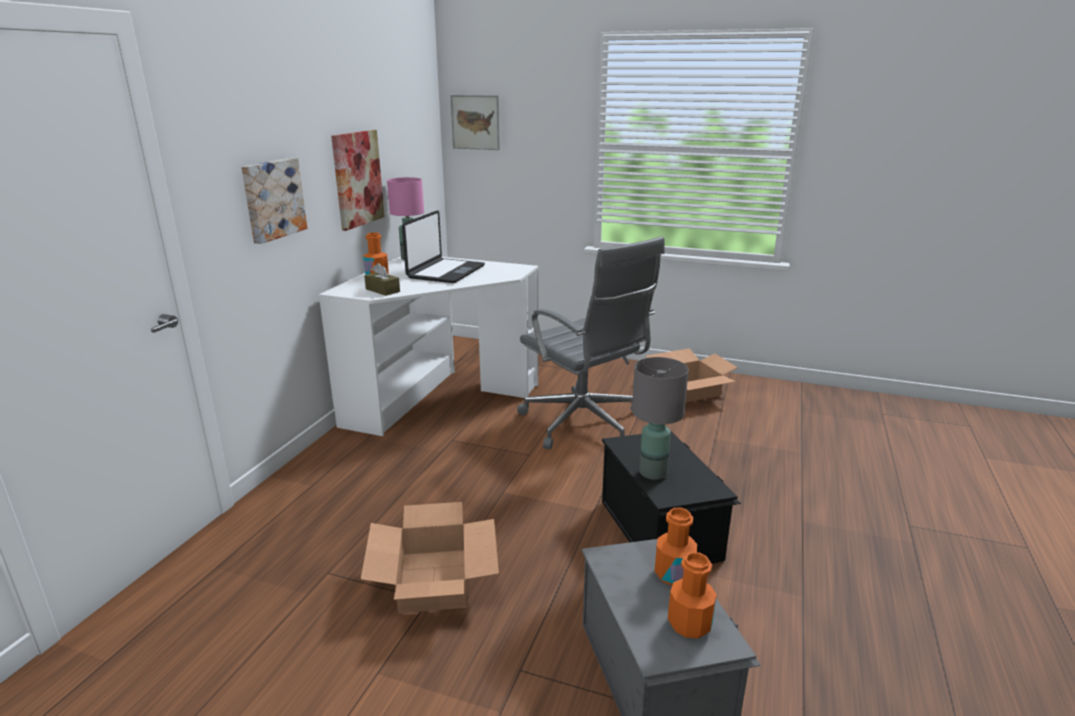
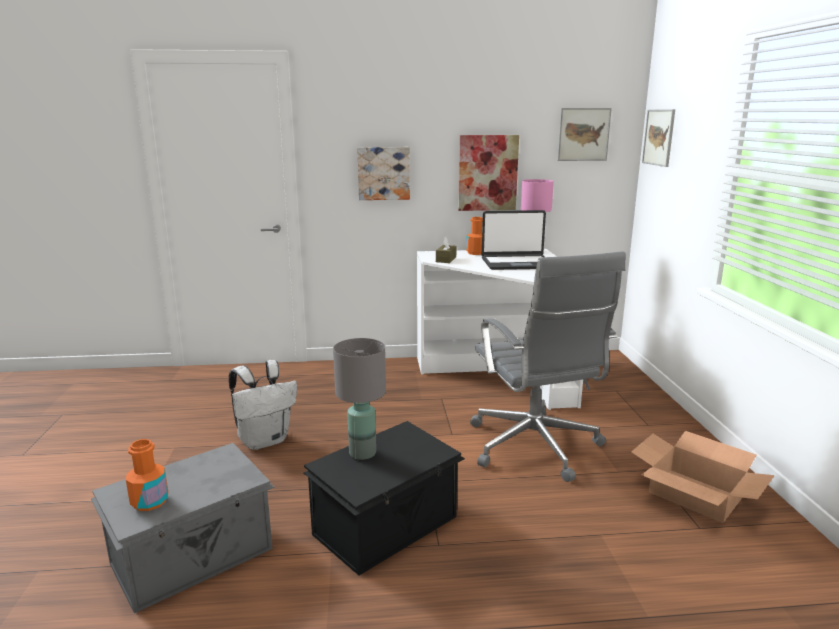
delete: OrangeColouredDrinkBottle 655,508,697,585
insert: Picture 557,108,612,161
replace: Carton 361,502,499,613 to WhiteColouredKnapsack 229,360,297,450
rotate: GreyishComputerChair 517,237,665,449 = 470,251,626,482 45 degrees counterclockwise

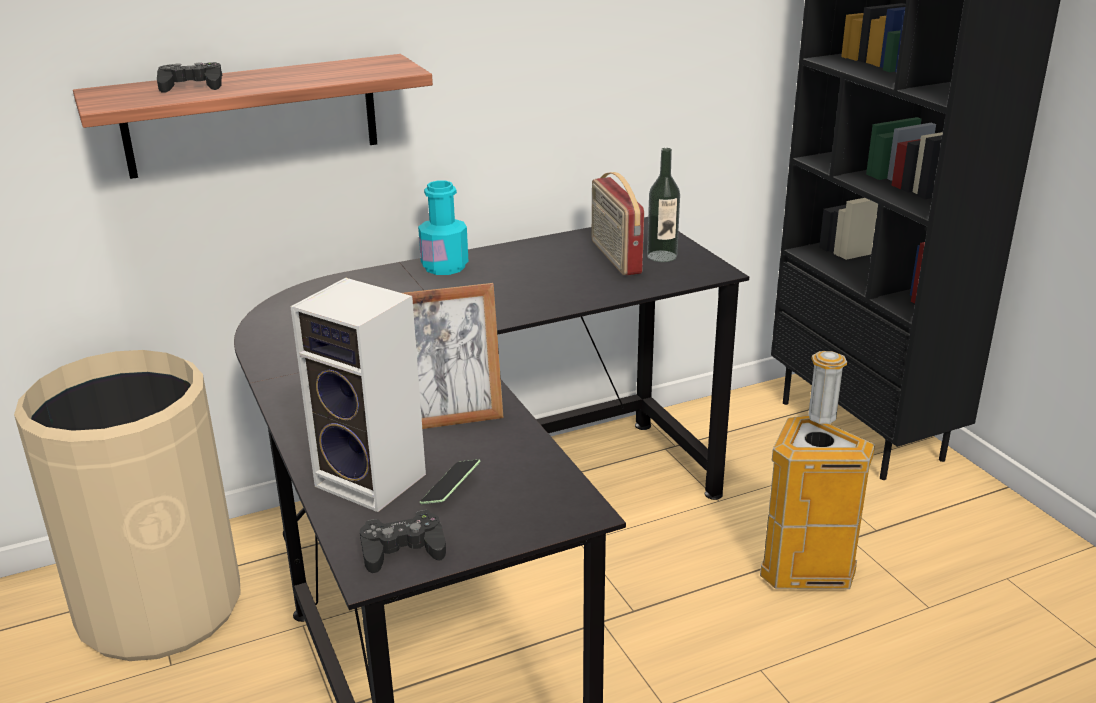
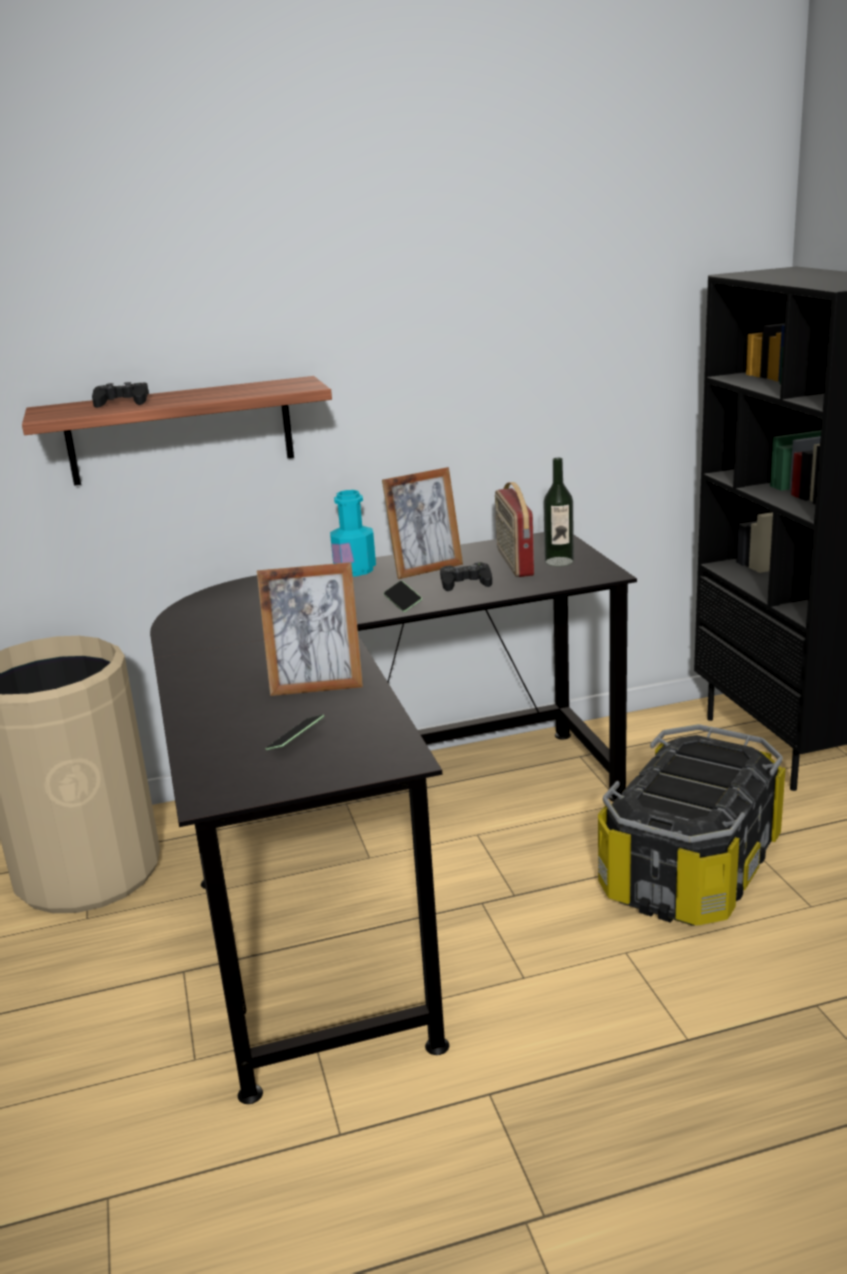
delete: AudioSpeaker 290,278,426,512
insert: PhotoFrame 382,467,463,579; Phone 383,581,422,612
move: BlackishGameController 360,510,446,573 to 440,562,492,591
replace: TrashCan 760,351,875,589 to StorageContainer 598,724,786,926

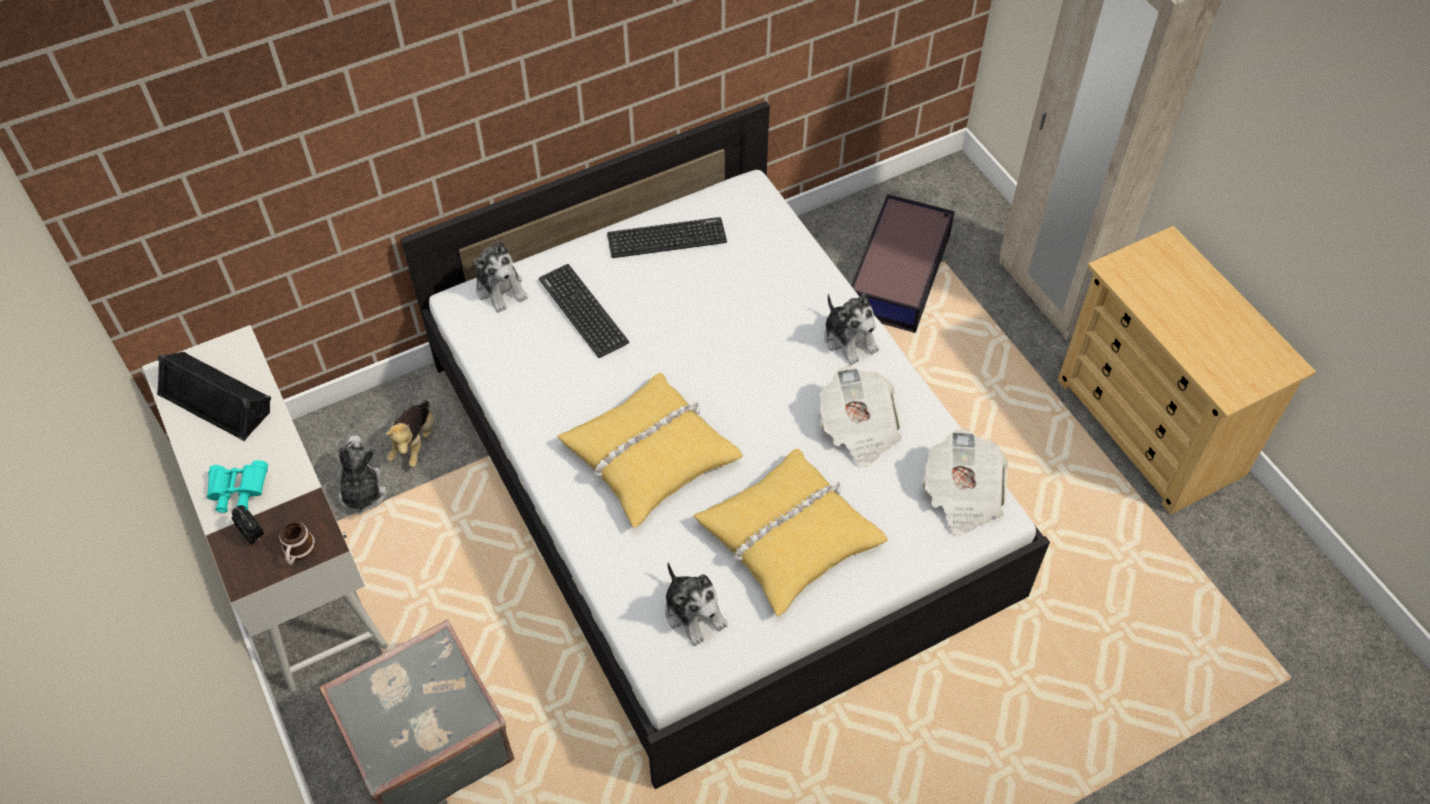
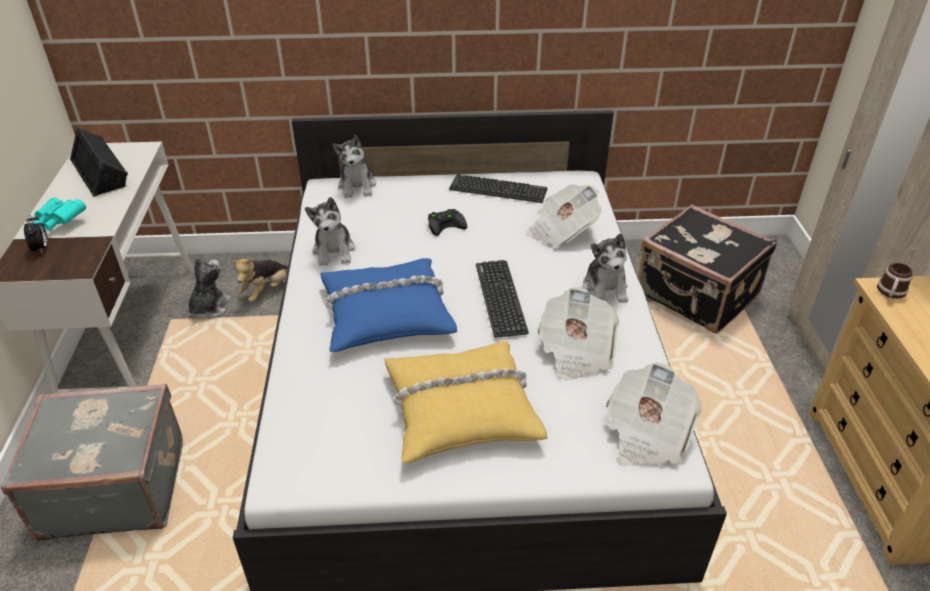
insert: BlackishGameController 428,209,467,236; Newspaper 527,184,601,247
move: Mug 279,521,316,565 to 877,263,913,299; PcKeyboard 539,264,629,358 to 476,260,529,338; SoftToy 665,562,728,646 to 305,197,355,266
replace: StorageContainer 851,194,955,333 to BlackishTravelCase 638,204,777,334
recolor: YellowishPillow 557,373,743,528 to BluishPillow 320,258,457,352

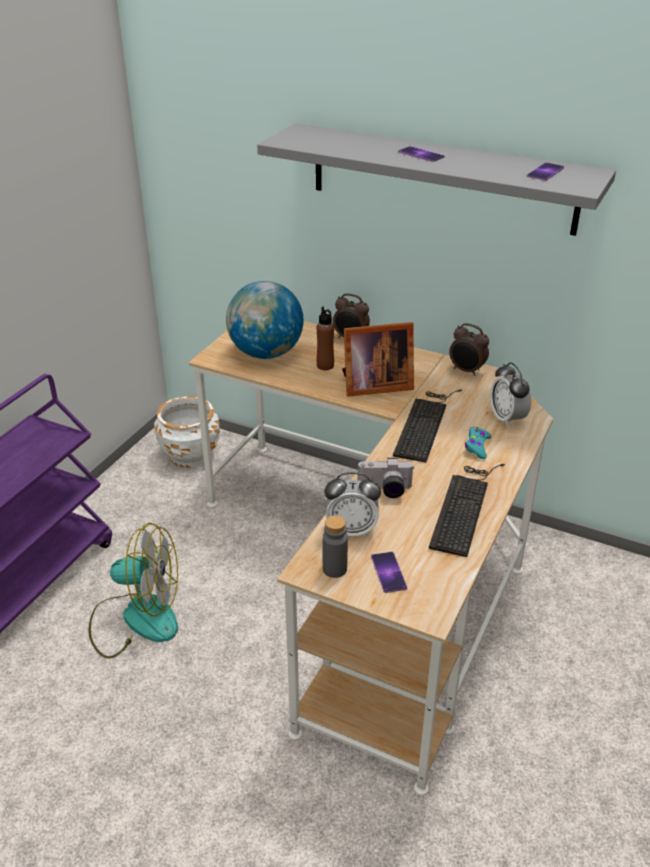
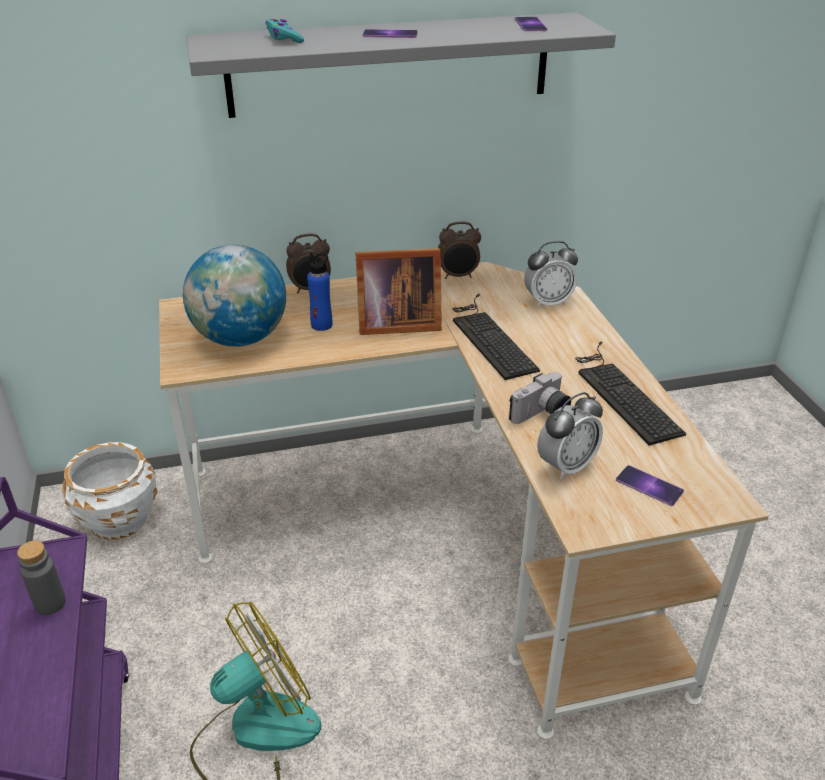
move: GreyishDrinkBottle 323,515,348,578 to 17,541,66,615; TurquoiseGameController 465,426,492,459 to 266,19,304,43
recolor: BrownColouredDrinkBottle 316,307,334,370 to BluishDrinkBottle 307,252,332,331
rotate: PhotoFrame 342,322,414,397 = 355,248,442,335 45 degrees clockwise; AlarmClock 490,362,531,427 = 524,241,578,308 45 degrees counterclockwise

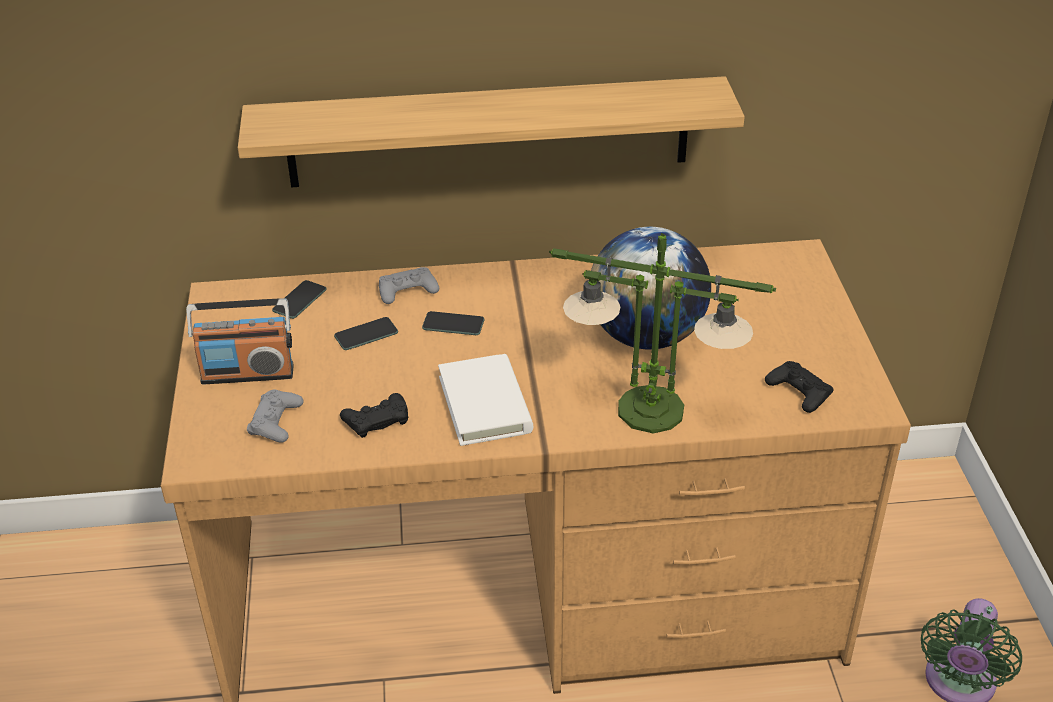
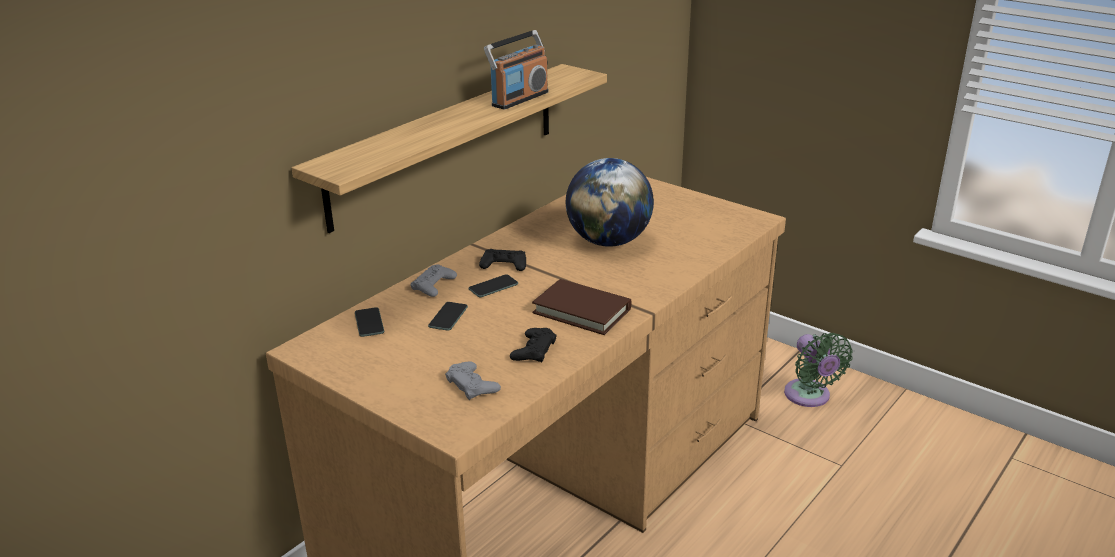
delete: TableLamp 549,233,776,434
move: Radio 186,298,293,384 to 484,30,548,110; BlackishGameController 765,361,834,413 to 479,249,526,271
recolor: WhiteColouredBook 438,354,533,446 to BrownColouredBook 532,279,631,335

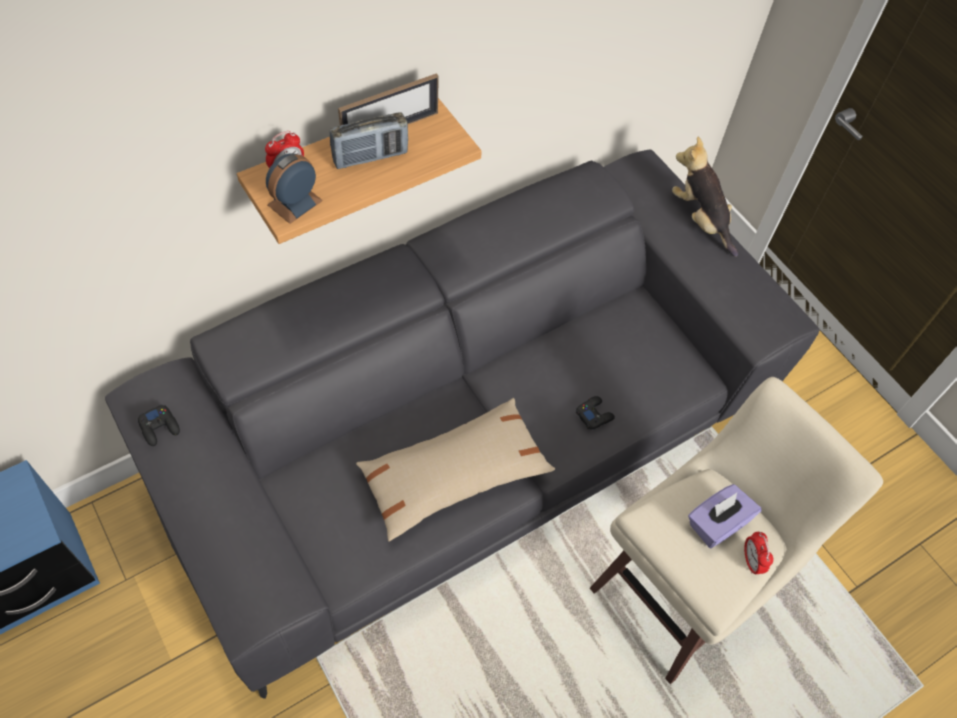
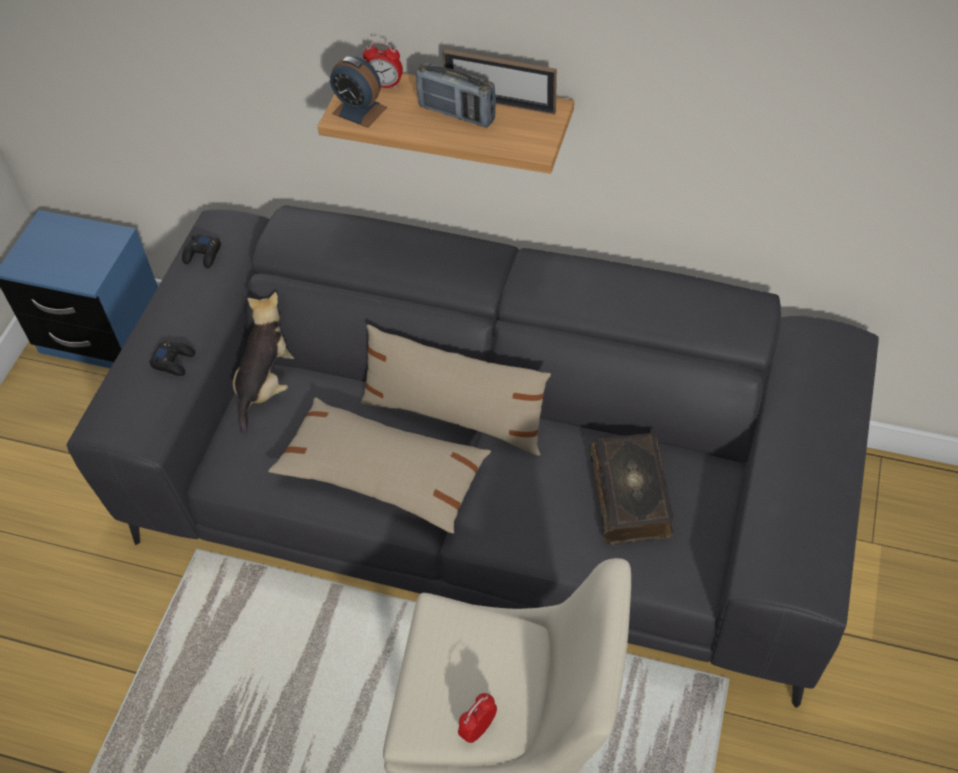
delete: PurpleBoxOfTissues 688,484,762,548
insert: BeigeColouredPillow 361,325,551,456; Book 589,433,673,545
move: BlackishGameController 576,396,615,429 to 149,341,195,376; SoftToy 672,136,738,257 to 233,292,294,436
rotate: AlarmClock 266,154,323,224 = 330,57,387,128 150 degrees counterclockwise

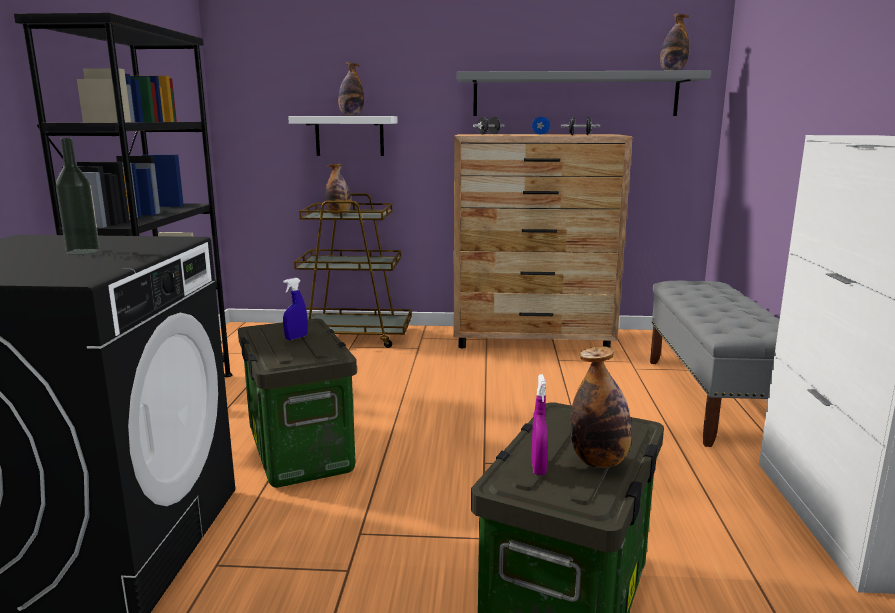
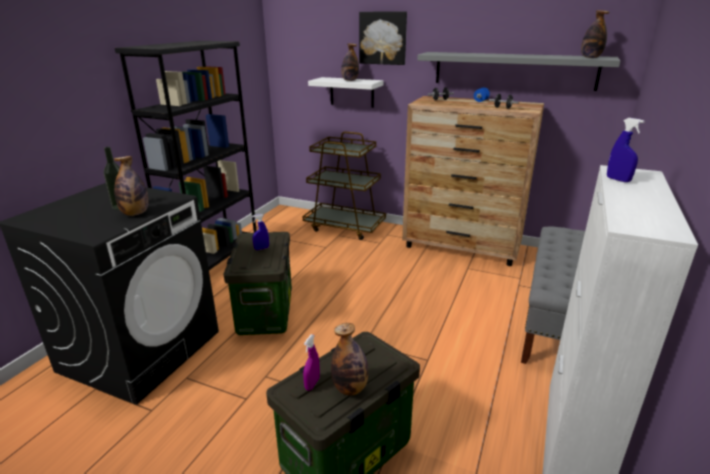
insert: Picture 359,11,407,65; BluishHandSprayer 607,118,645,182
move: DrinkBottle 325,163,351,215 to 114,156,149,216

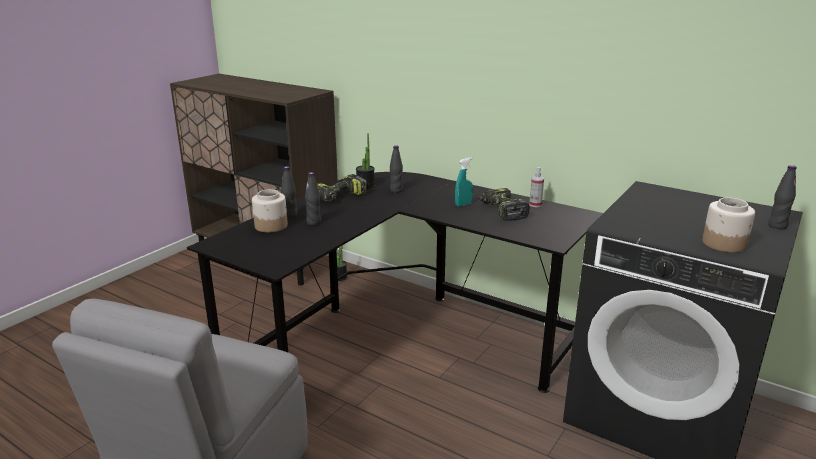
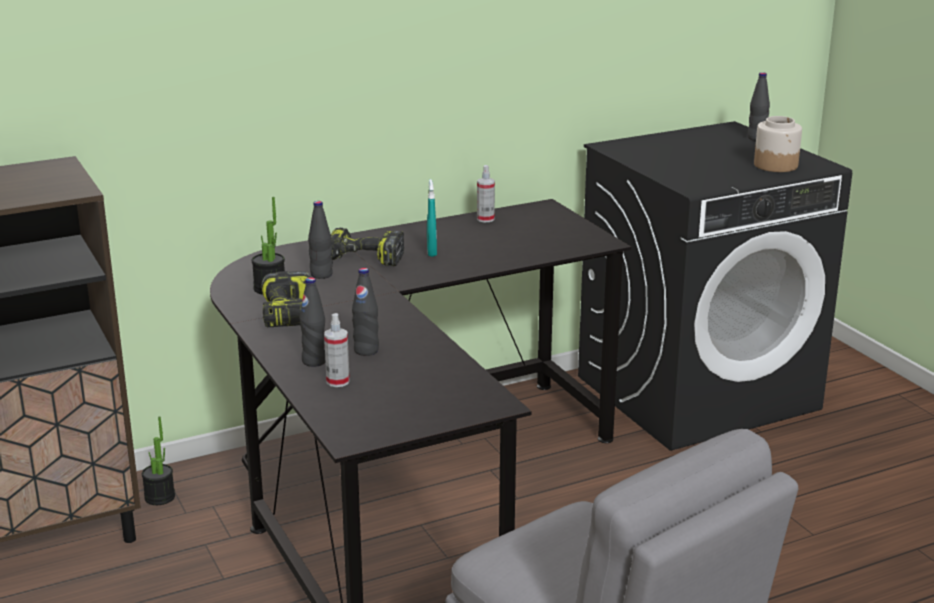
move: PowerDrill 479,188,530,221 to 331,228,404,266
replace: PreserveJar 252,189,288,233 to HandSprayer 324,313,350,387

